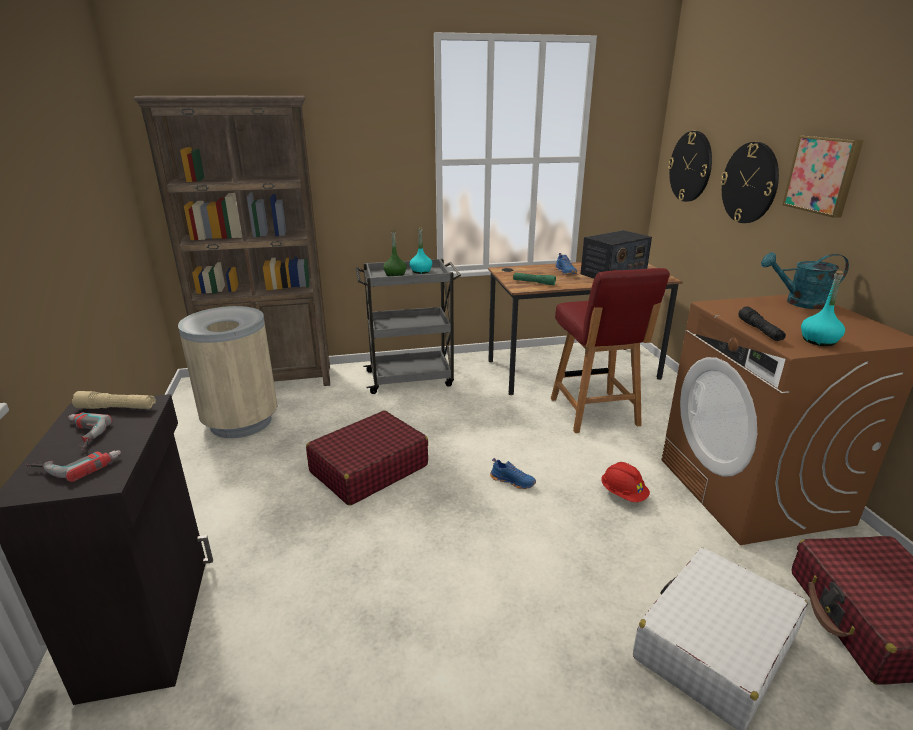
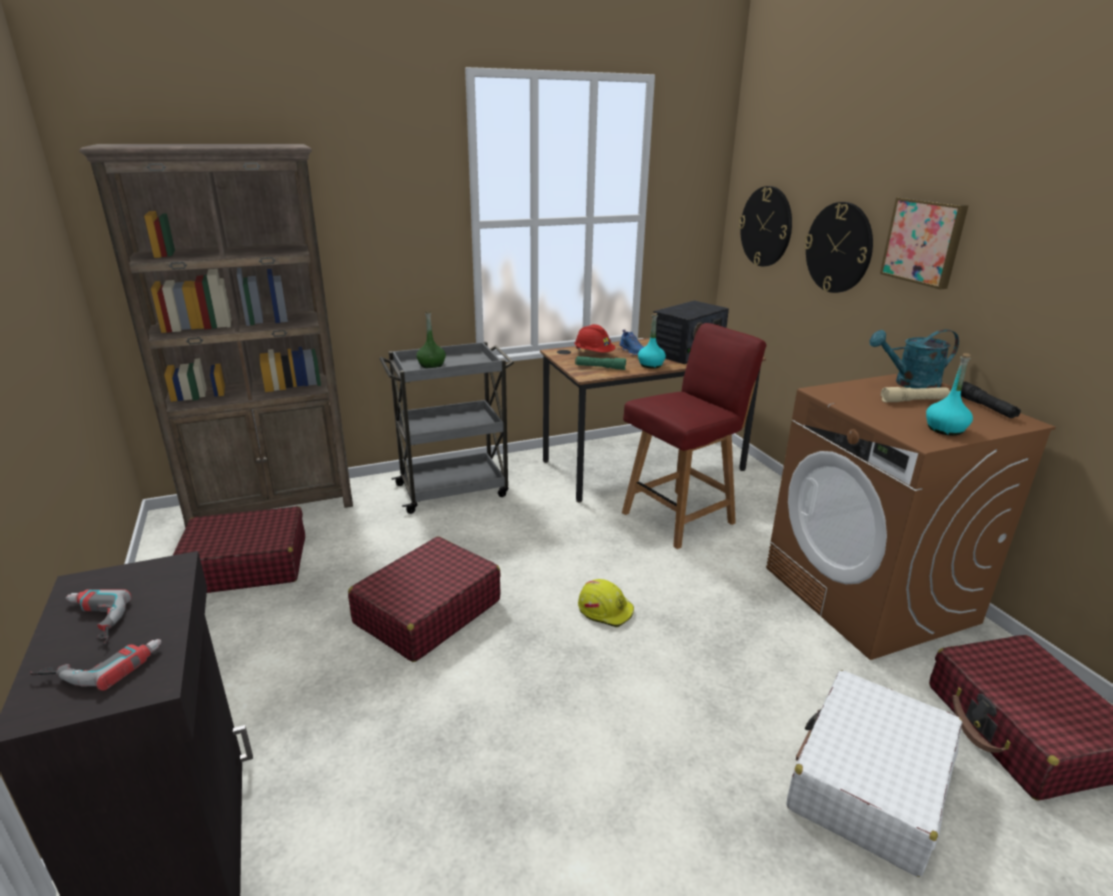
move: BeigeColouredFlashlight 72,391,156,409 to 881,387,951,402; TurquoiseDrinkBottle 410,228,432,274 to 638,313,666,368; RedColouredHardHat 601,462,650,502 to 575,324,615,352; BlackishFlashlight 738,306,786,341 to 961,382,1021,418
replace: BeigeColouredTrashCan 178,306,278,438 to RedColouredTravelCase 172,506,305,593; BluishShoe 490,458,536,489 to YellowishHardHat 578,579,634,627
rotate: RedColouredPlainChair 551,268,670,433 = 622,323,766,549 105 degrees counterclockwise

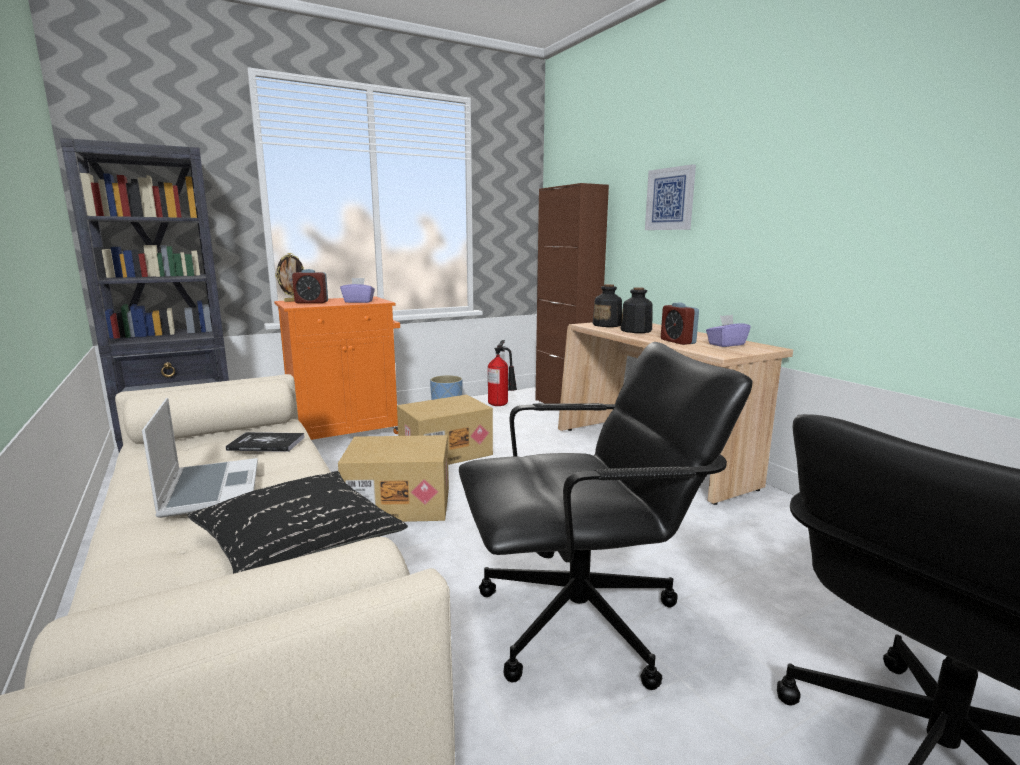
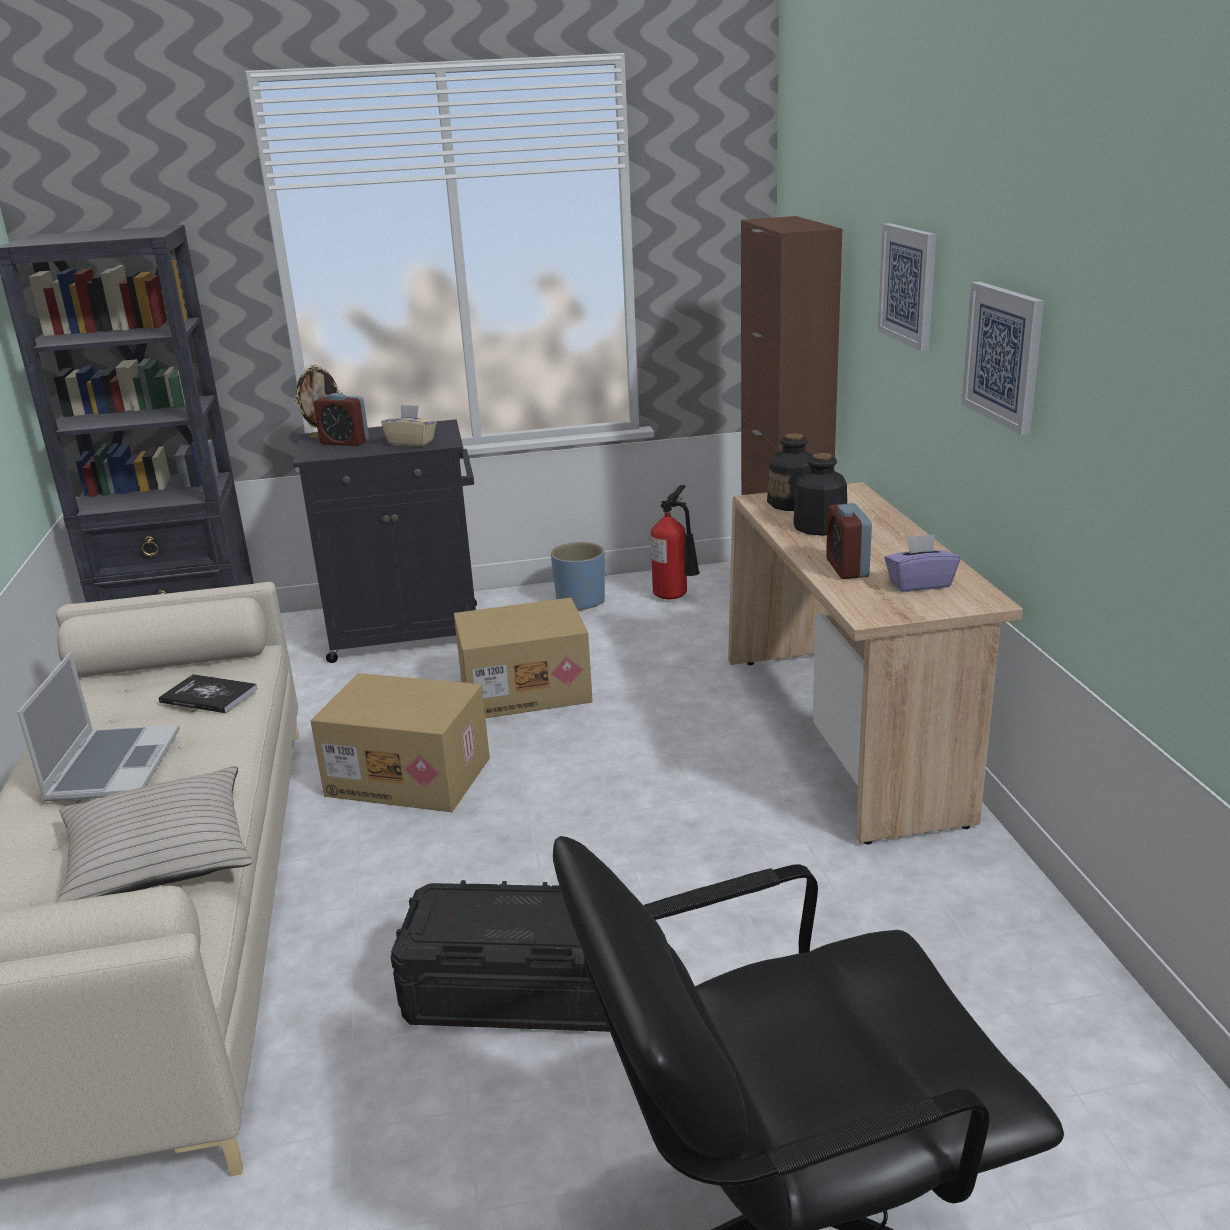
insert: Picture 961,282,1044,435
replace: BlackishComputerChair 459,342,753,690 to BlackishStorageContainer 390,880,610,1032
recolor: BlackishPillow 188,471,408,574 to BeigeColouredPillow 56,766,252,903; OrangeColouredCupboard 274,296,400,440 to BlackishCupboard 293,419,477,663; PurpleBoxOfTissues 340,278,375,303 to BeigeColouredBoxOfTissues 381,405,436,446

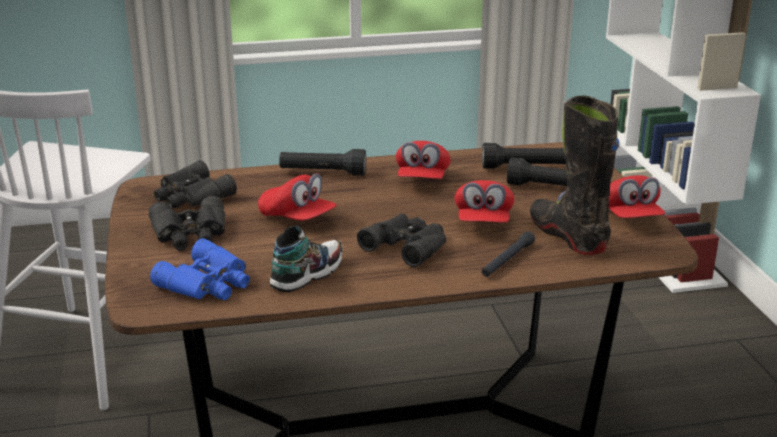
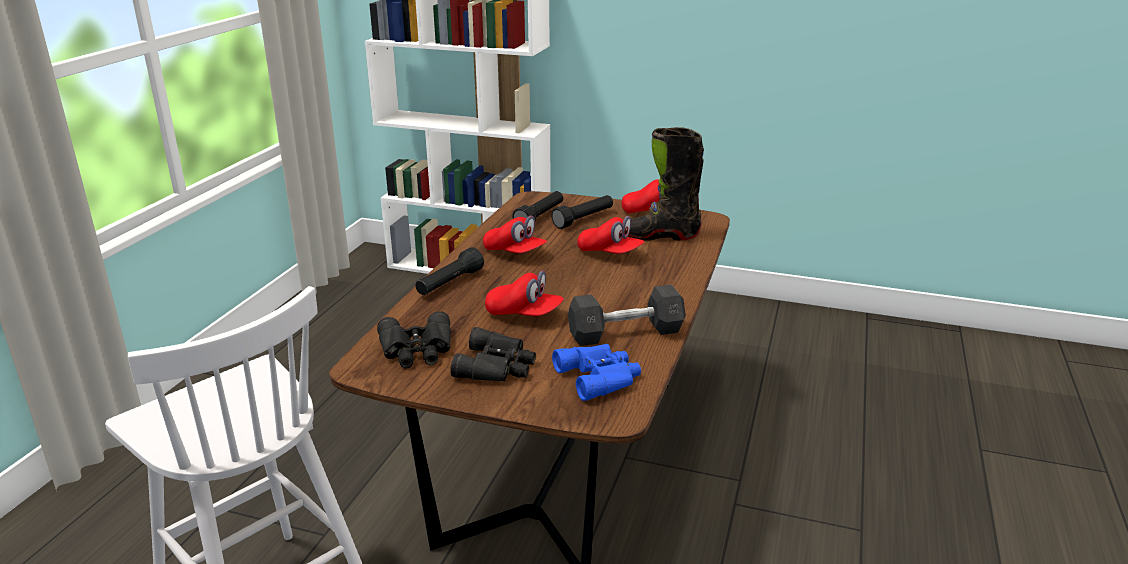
delete: BlackishFieldGlasses 357,214,446,267; BlackishFlashlight 482,231,535,277
replace: Shoe 270,225,343,292 to GreyishFreeWeight 568,284,686,346
rotate: RedColouredPeakedCap 258,173,337,221 = 485,270,564,316 45 degrees clockwise

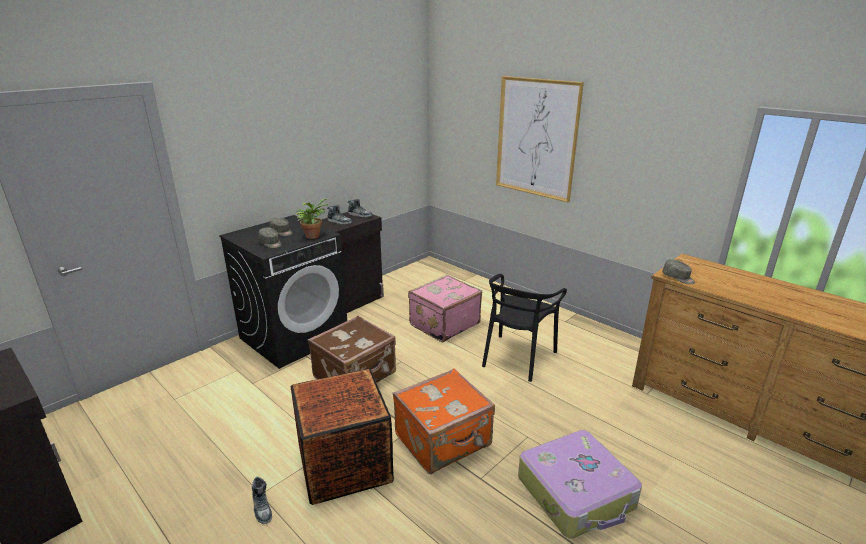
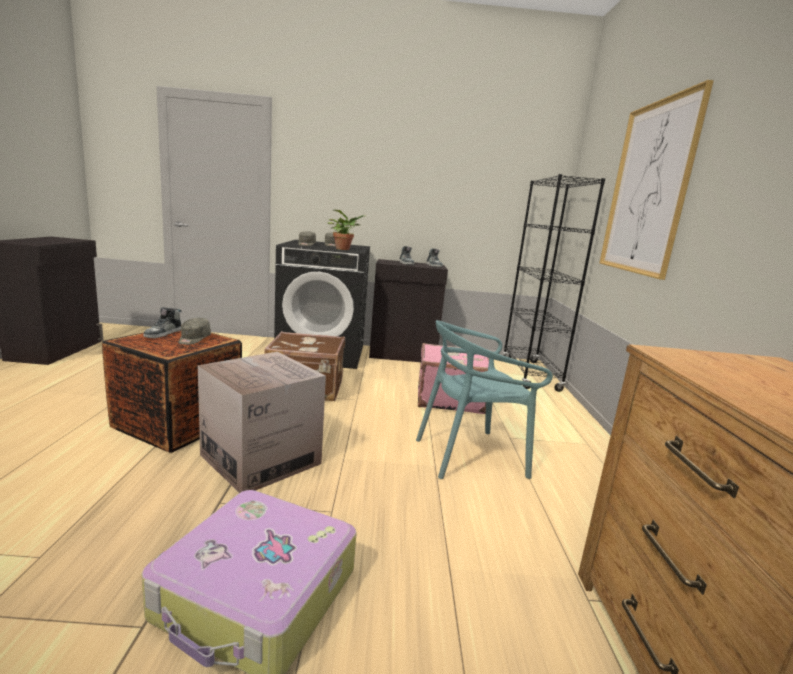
insert: BlackishShelvingUnit 503,174,605,392
move: Shoe 252,477,272,524 to 143,307,182,338; GreyishPeakedCap 662,259,695,284 to 178,318,211,345
replace: OrangeColouredTravelCase 393,368,495,474 to Carton 198,352,326,493
recolor: BlackishPlainChair 482,274,567,382 to TurquoisePlainChair 416,320,553,479

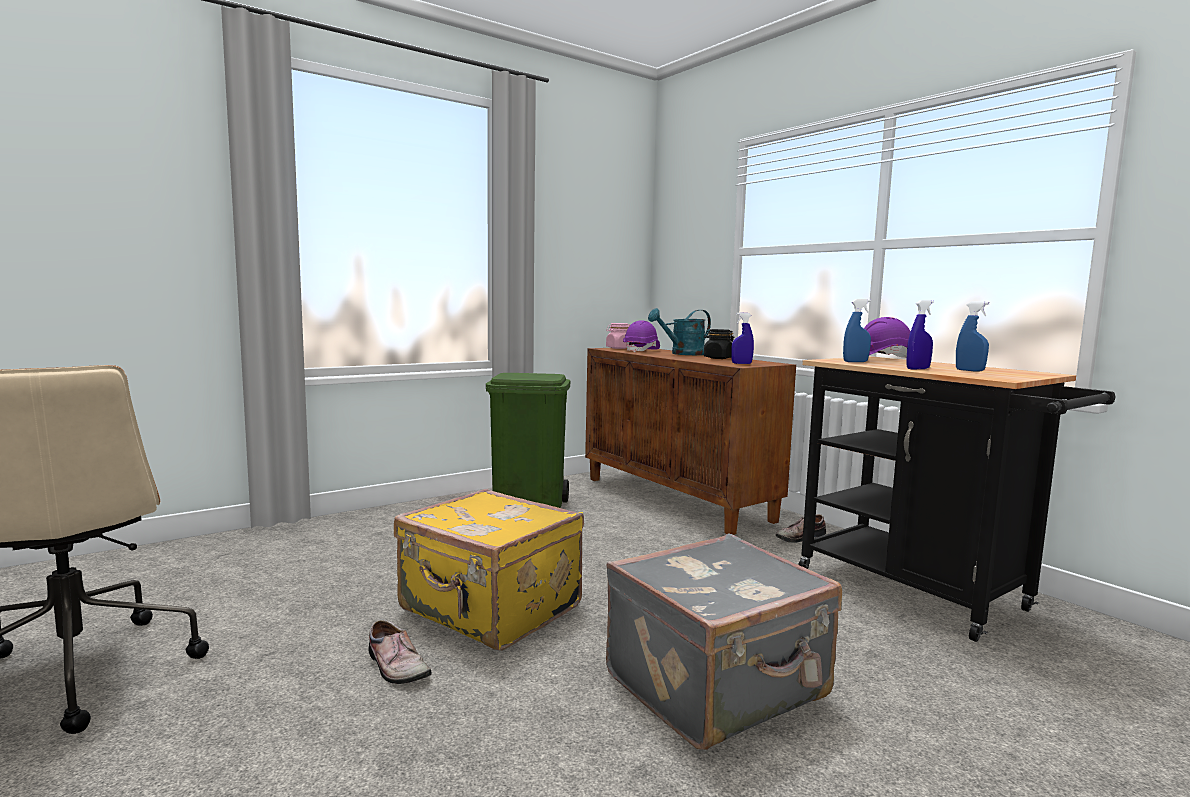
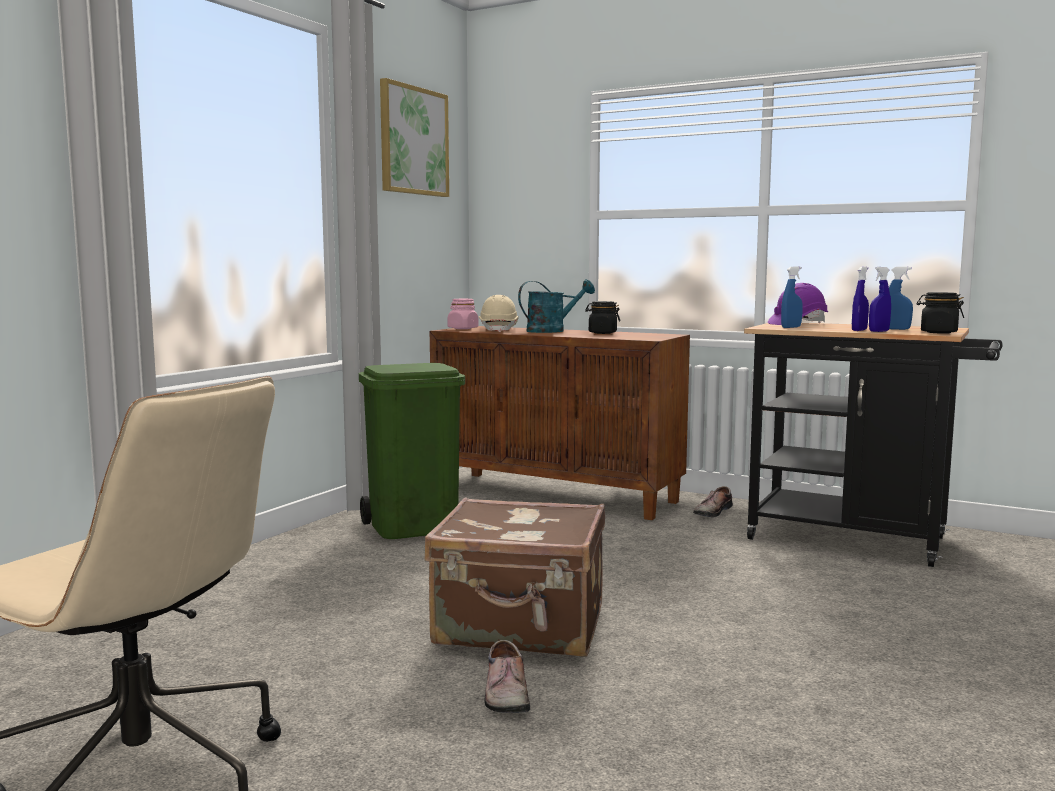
delete: GreyishTravelCase 606,533,842,750
insert: Picture 380,78,449,197; BlackishPreserveJar 916,292,964,334
move: BluishHandSprayer 731,312,754,364 to 869,267,891,332
recolor: YellowishTravelCase 394,489,584,651 to BrownColouredTravelCase 425,497,605,657; PurpleHardHat 623,320,660,353 to BeigeColouredHardHat 479,295,519,332
rotate: Shoe 368,620,432,684 = 484,640,530,713 60 degrees clockwise; TurquoiseWateringCan 648,308,711,355 = 518,279,595,333 150 degrees counterclockwise

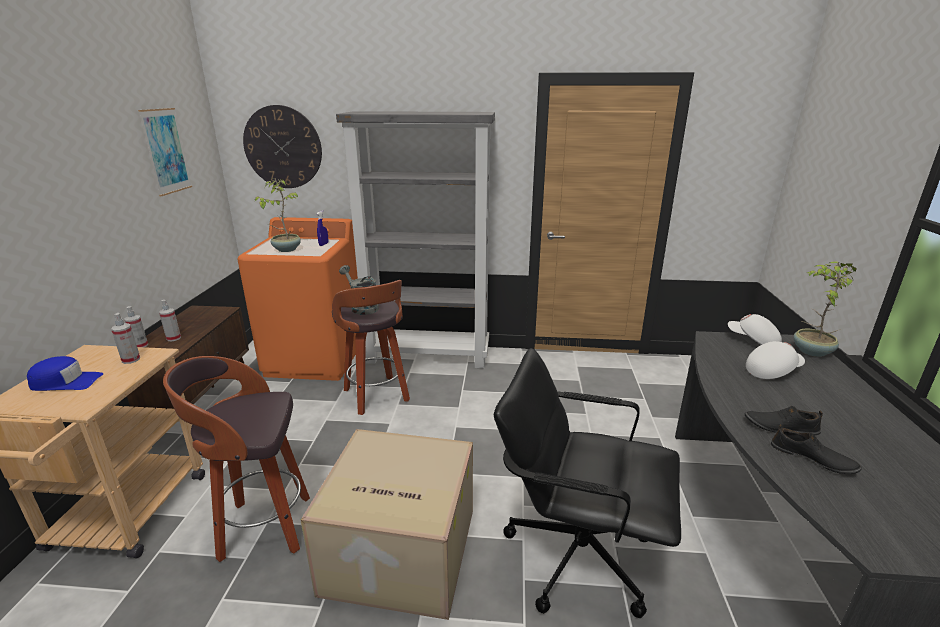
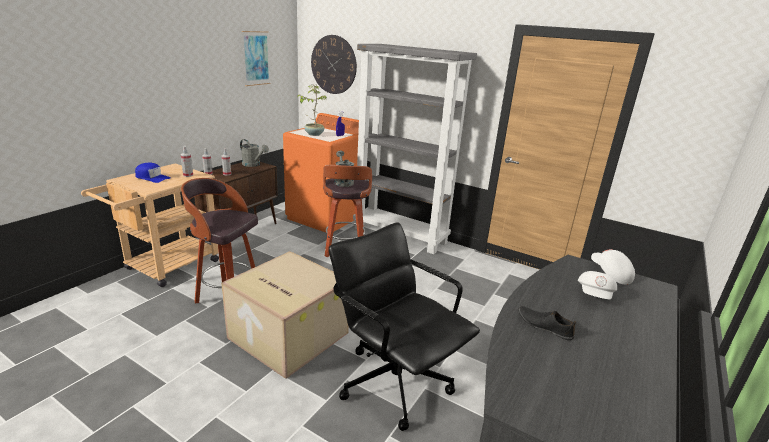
delete: BlackishShoe 771,424,862,474; PottedPlant 794,261,857,357
insert: GreyishWateringCan 240,139,269,167
rotate: WhiteColouredPeakedCap 746,341,805,379 = 578,271,617,299 105 degrees clockwise

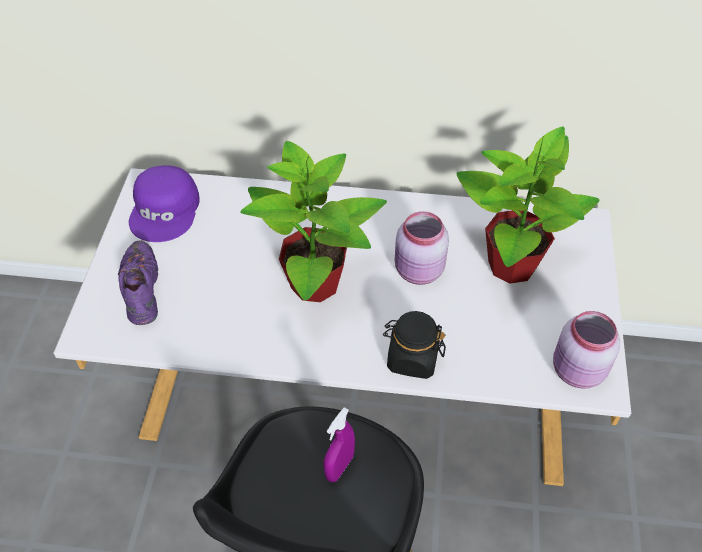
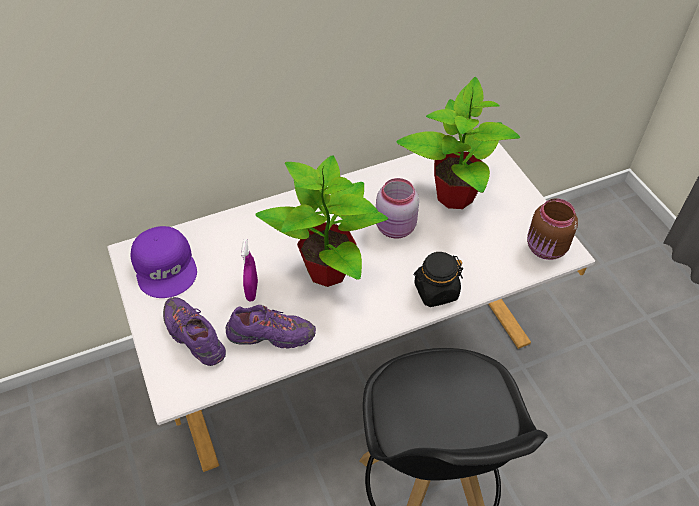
insert: PurpleShoe 226,305,316,348
move: PurpleHandSprayer 324,407,355,482 to 241,239,258,301
recolor: PinkishPreserveJar 553,311,620,389 to BrownColouredPreserveJar 527,198,578,260

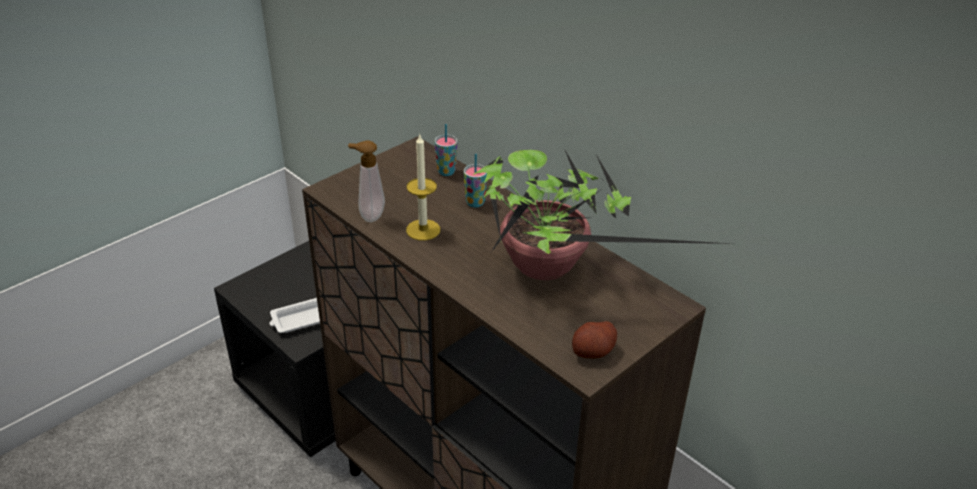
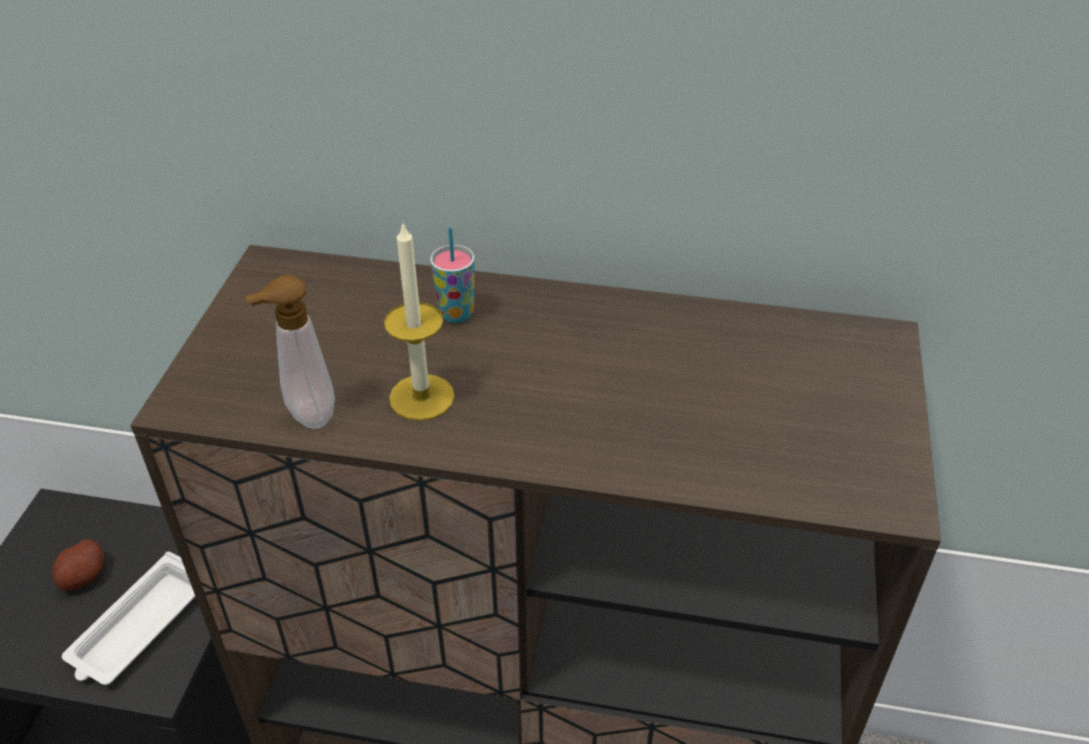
delete: SmallCup 435,124,457,176; PottedPlant 474,150,732,280
move: WholePotato 572,321,617,358 to 52,539,104,591

